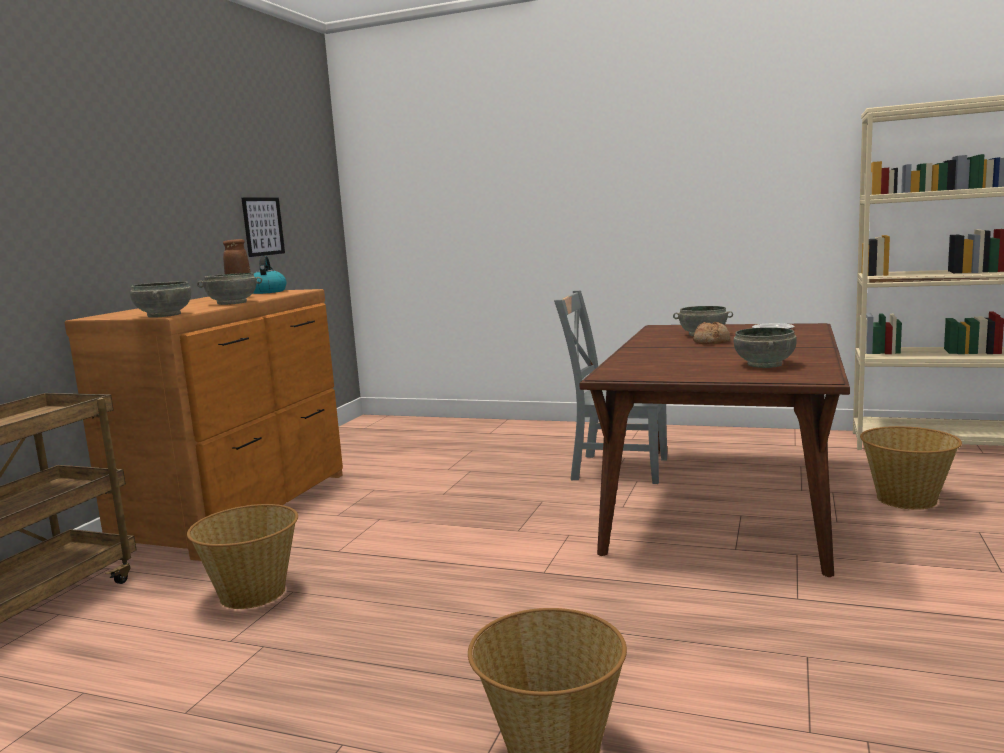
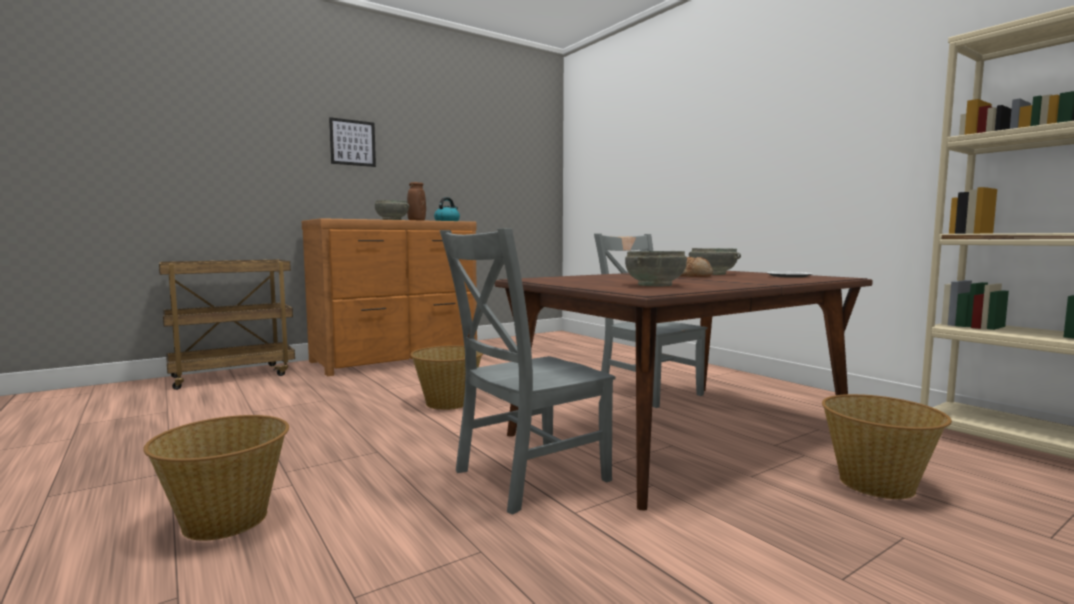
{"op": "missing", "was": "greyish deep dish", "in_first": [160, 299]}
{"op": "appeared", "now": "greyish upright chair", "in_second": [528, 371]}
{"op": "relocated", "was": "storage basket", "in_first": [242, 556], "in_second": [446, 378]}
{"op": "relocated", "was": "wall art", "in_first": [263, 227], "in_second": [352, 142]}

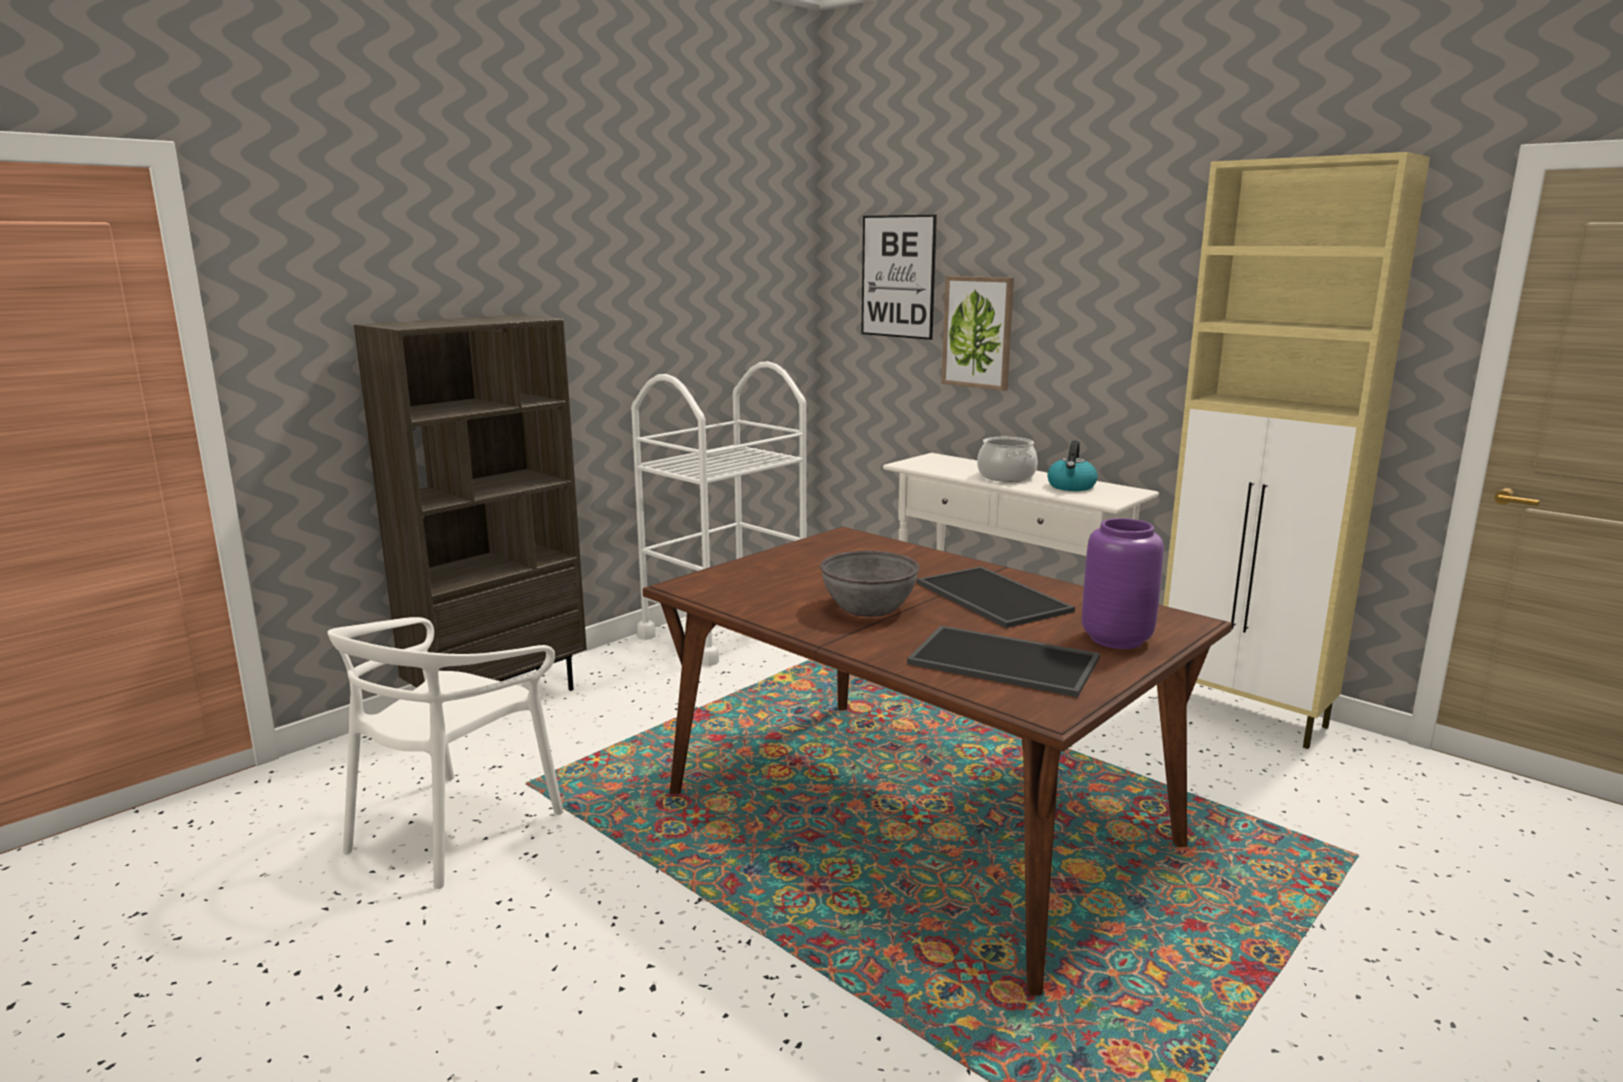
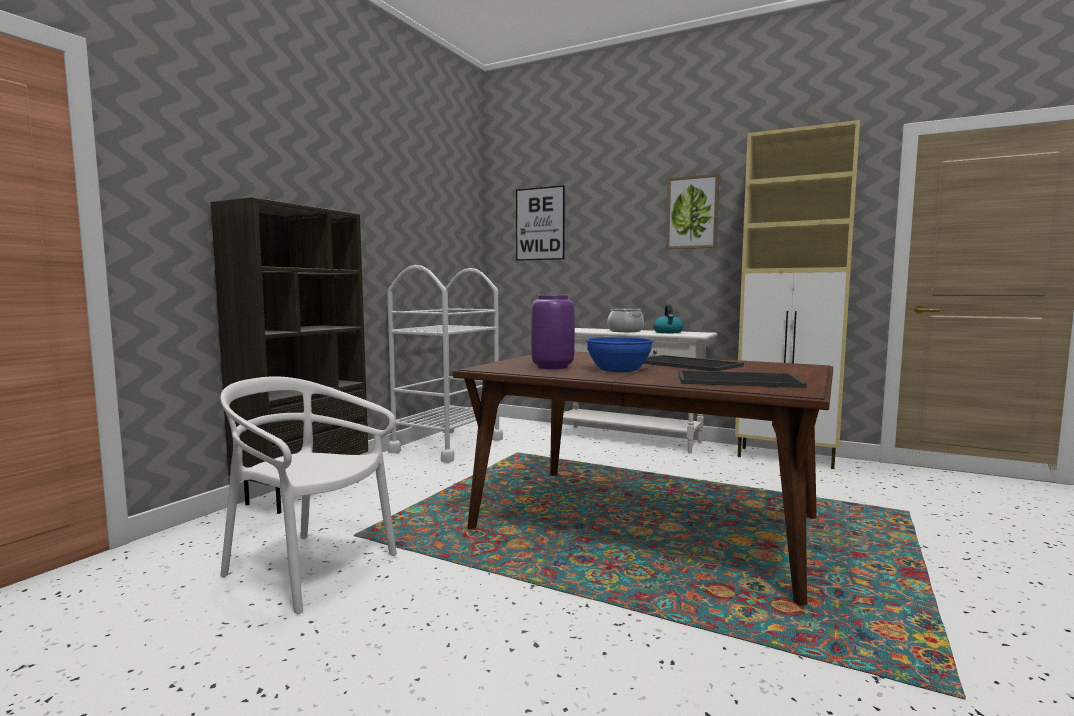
{"op": "relocated", "was": "wall art", "in_first": [978, 333], "in_second": [692, 211]}
{"op": "relocated", "was": "purplish decorative vase", "in_first": [1123, 583], "in_second": [553, 332]}
{"op": "colour", "was": "greyish deep dish", "now": "blue-coloured deep dish", "in_first": [870, 584], "in_second": [619, 354]}
{"op": "spun", "was": "white upright chair", "in_first": [446, 753], "in_second": [308, 495], "clockwise": 105}

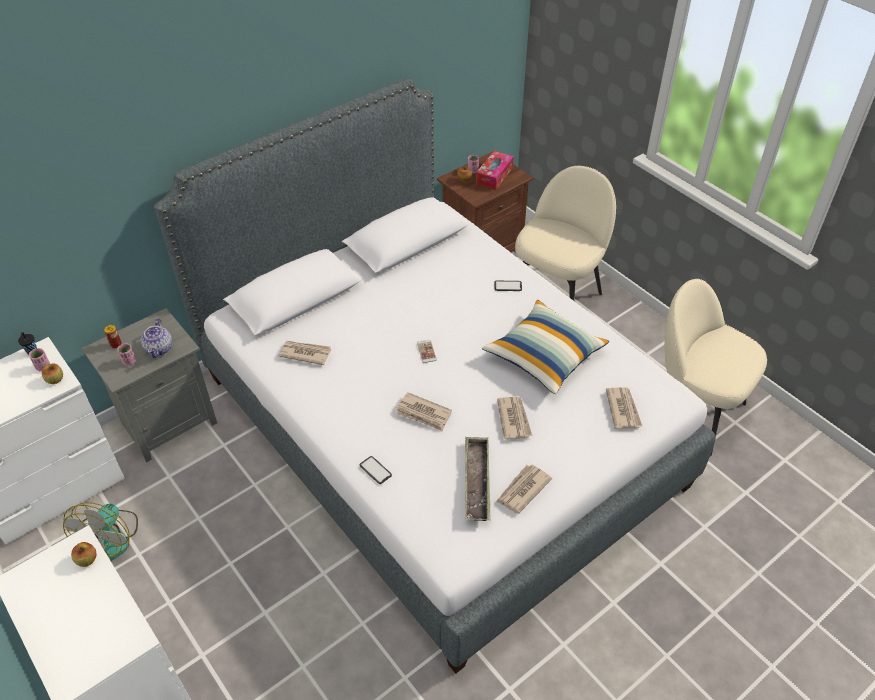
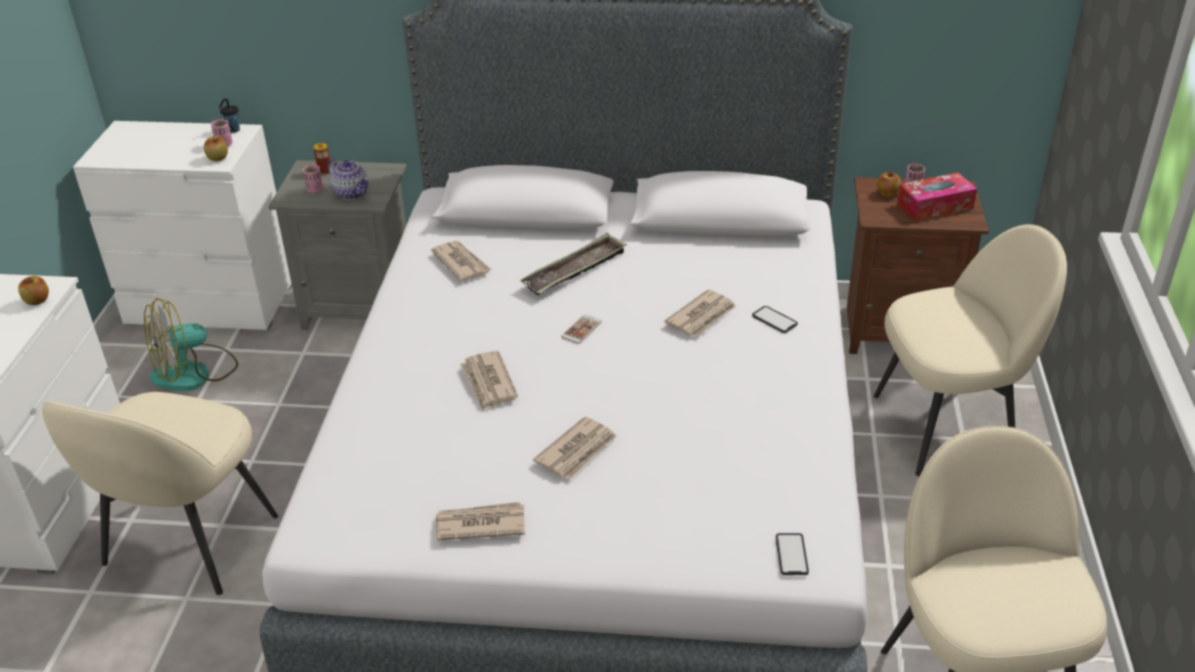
{"op": "missing", "was": "throw pillow", "in_first": [545, 347]}
{"op": "appeared", "now": "sand-coloured upright chair", "in_second": [160, 493]}
{"op": "relocated", "was": "telephone", "in_first": [376, 470], "in_second": [792, 554]}
{"op": "relocated", "was": "carrying tray", "in_first": [477, 479], "in_second": [573, 264]}
{"op": "relocated", "was": "daily paper", "in_first": [624, 408], "in_second": [700, 313]}
{"op": "spun", "was": "tea pot", "in_first": [156, 338], "in_second": [348, 179], "clockwise": -90}

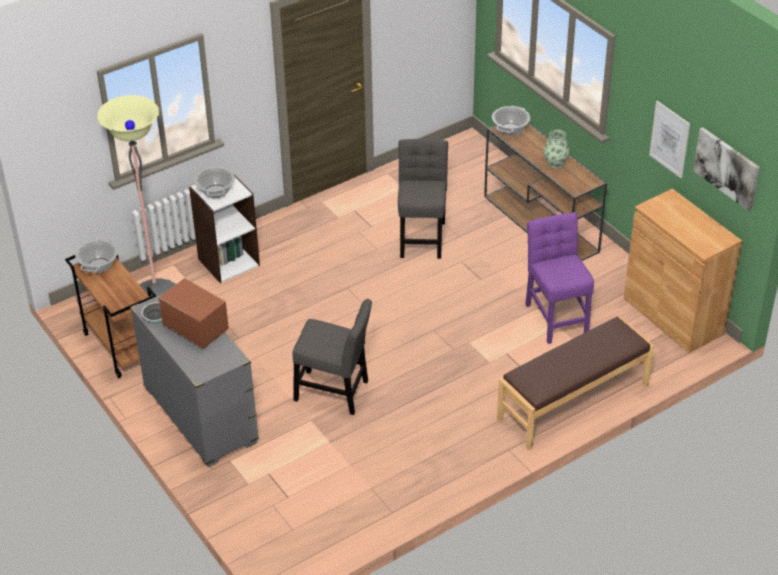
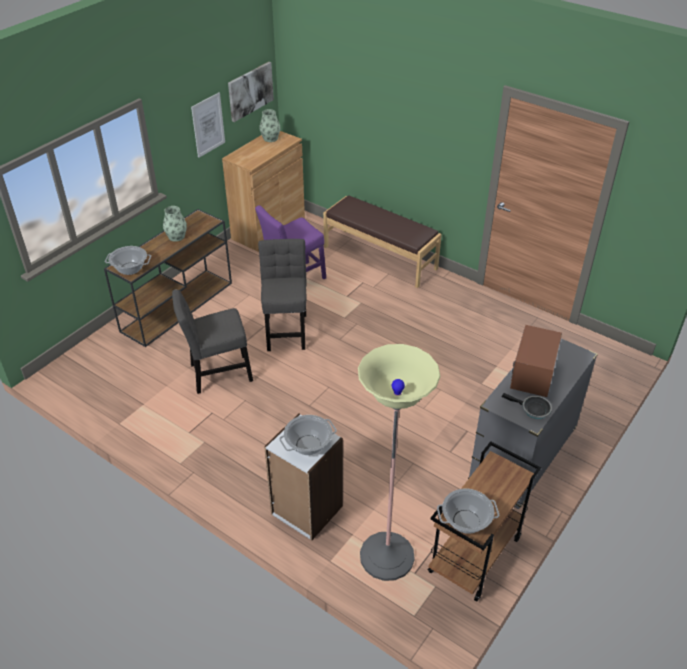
{"op": "appeared", "now": "decorative vase", "in_second": [269, 125]}
{"op": "relocated", "was": "greyish upright chair", "in_first": [332, 357], "in_second": [282, 295]}

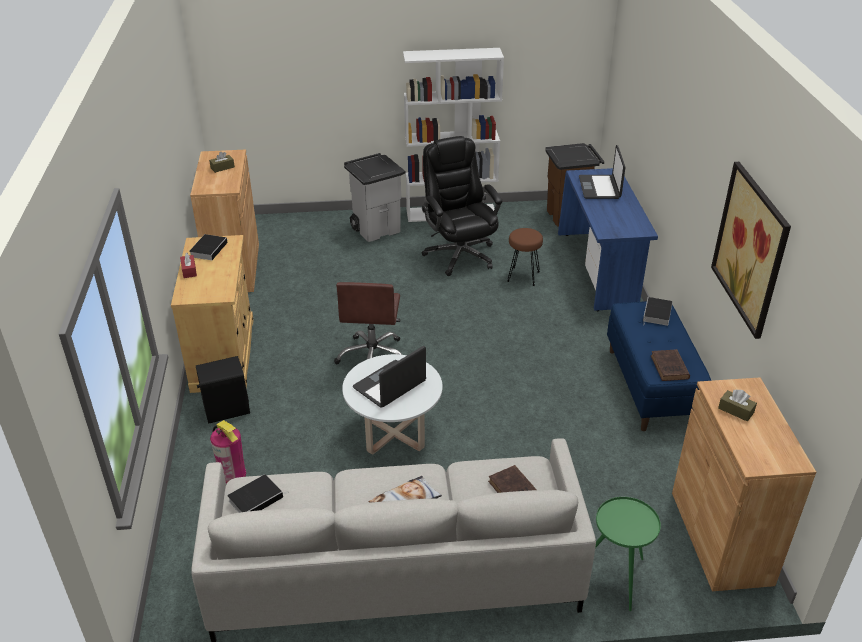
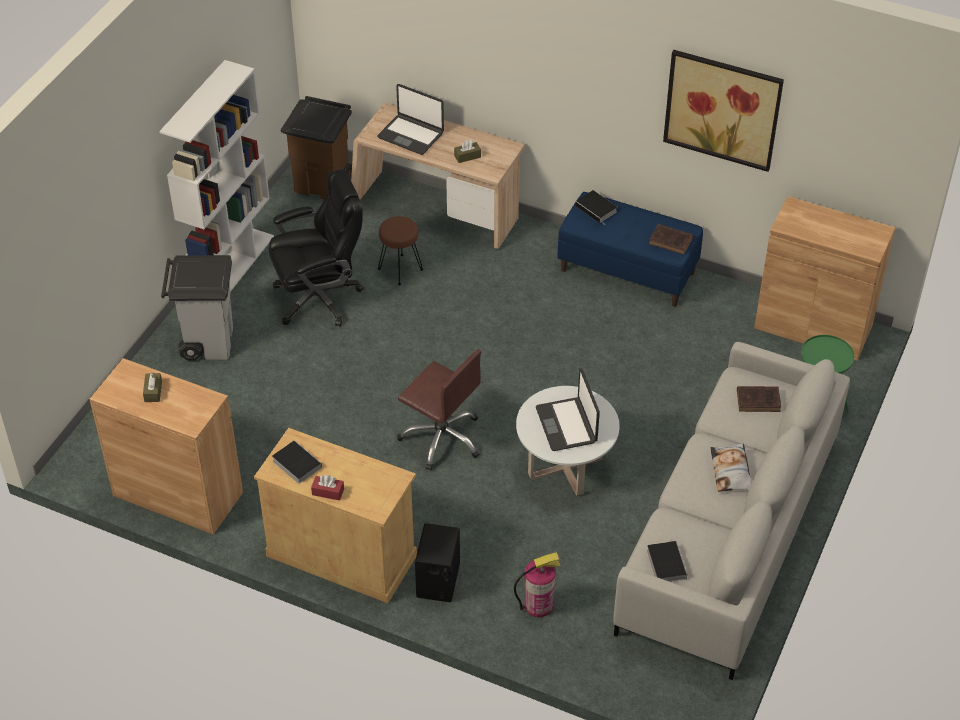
{"op": "relocated", "was": "brownish box of tissues", "in_first": [737, 405], "in_second": [467, 151]}
{"op": "colour", "was": "blue-coloured desk table", "now": "sand-coloured desk table", "in_first": [608, 239], "in_second": [438, 176]}
{"op": "spun", "was": "black-coloured computer chair", "in_first": [462, 206], "in_second": [316, 248], "clockwise": 150}

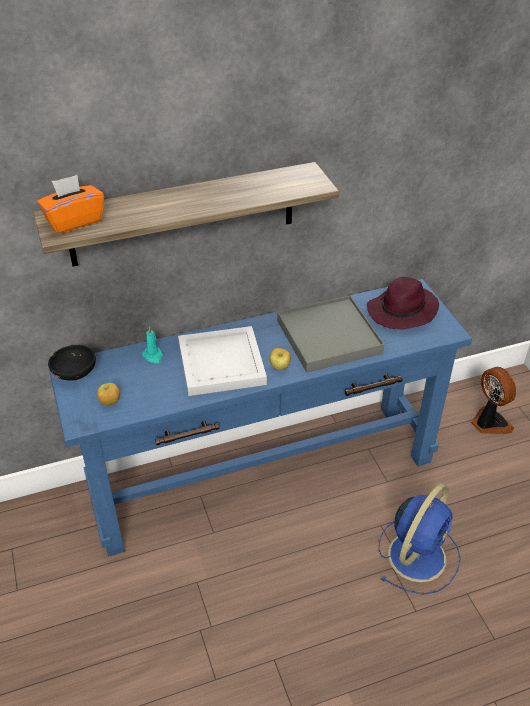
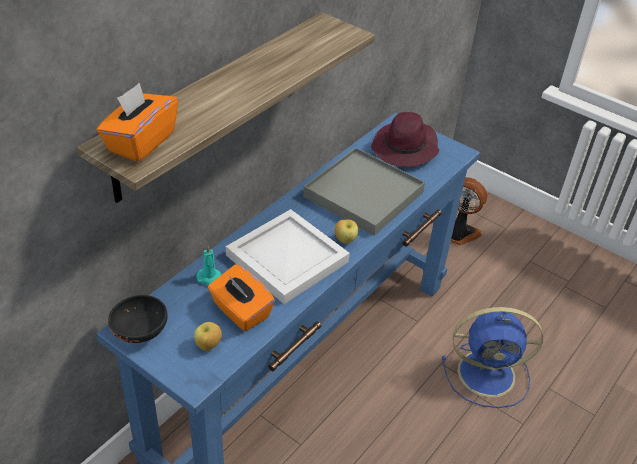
{"op": "appeared", "now": "orange box of tissues", "in_second": [241, 297]}
{"op": "spun", "was": "blue-coloured fan", "in_first": [420, 539], "in_second": [492, 357], "clockwise": 90}

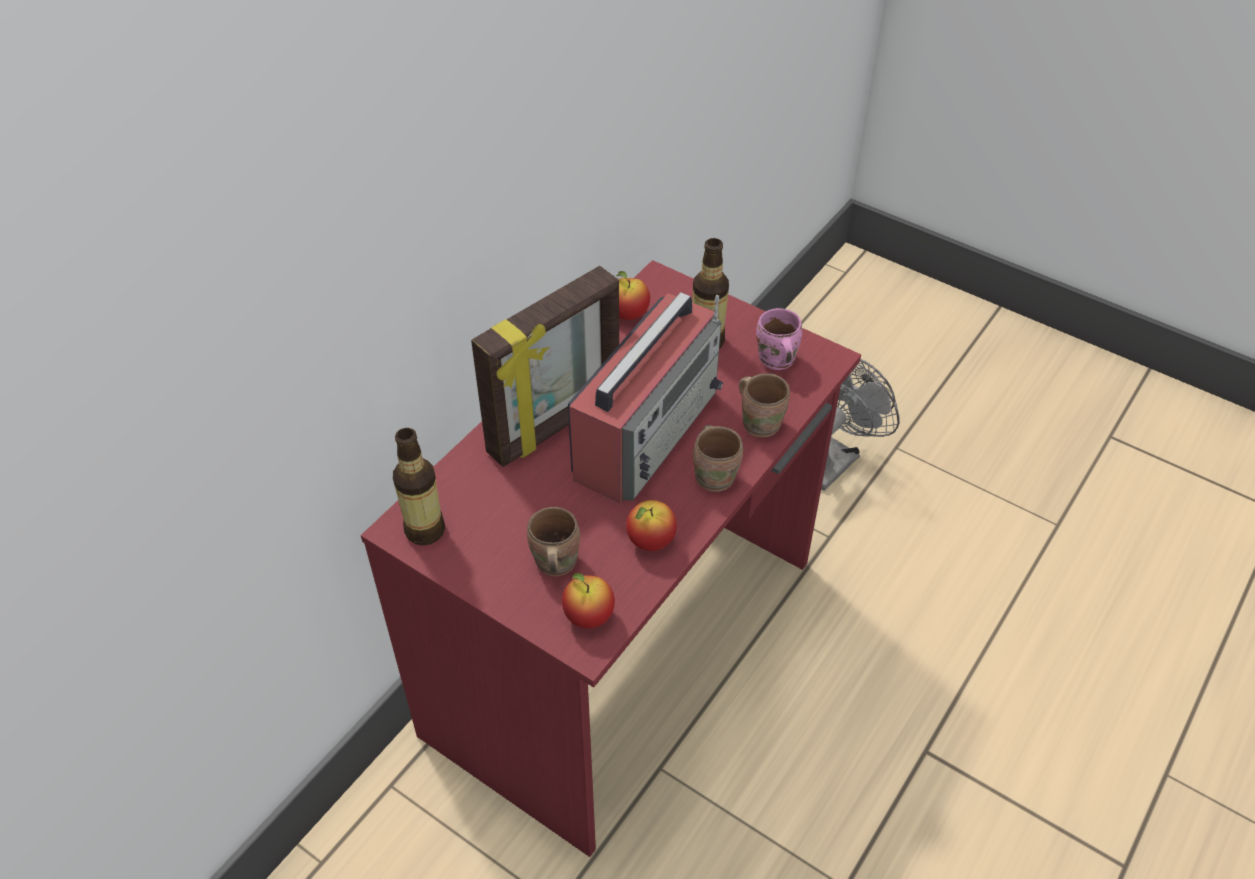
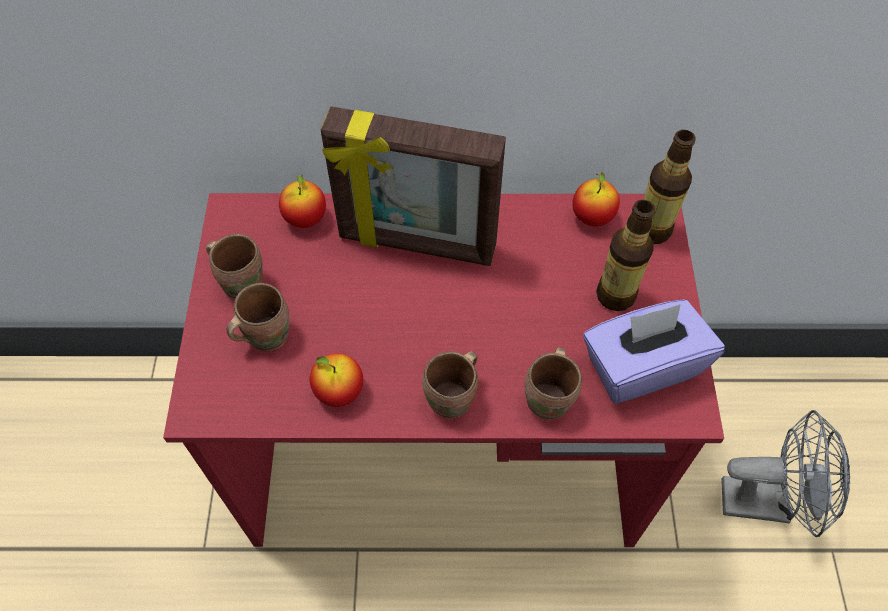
{"op": "missing", "was": "radio set", "in_first": [645, 398]}
{"op": "appeared", "now": "brownish coffee mug", "in_second": [234, 267]}
{"op": "relocated", "was": "beverage bottle", "in_first": [419, 487], "in_second": [669, 187]}
{"op": "relocated", "was": "apple", "in_first": [588, 601], "in_second": [302, 201]}
{"op": "exchanged", "was": "pink-coloured coffee mug", "now": "purplish box of tissues", "in_first": [779, 339], "in_second": [654, 351]}

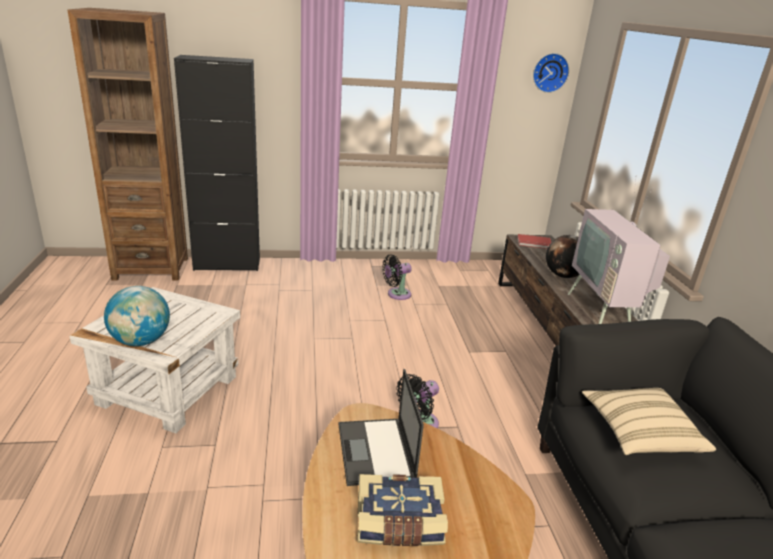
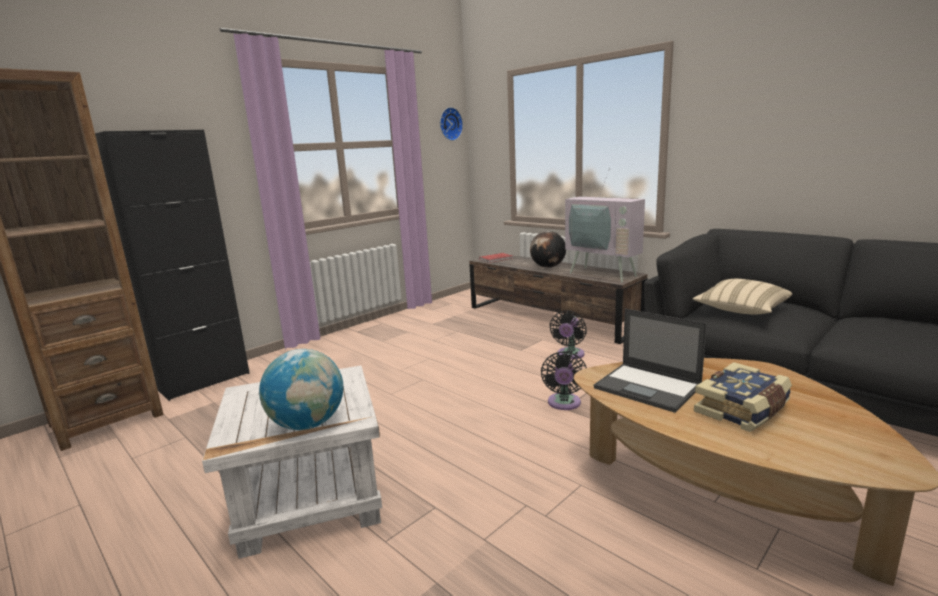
{"op": "relocated", "was": "black-coloured fan", "in_first": [397, 277], "in_second": [568, 335]}

